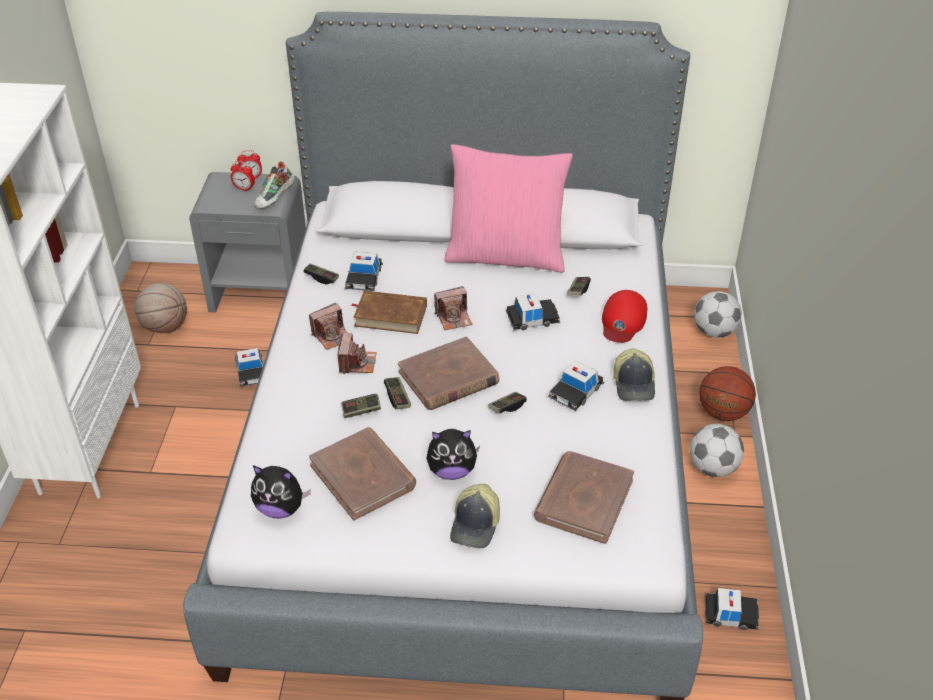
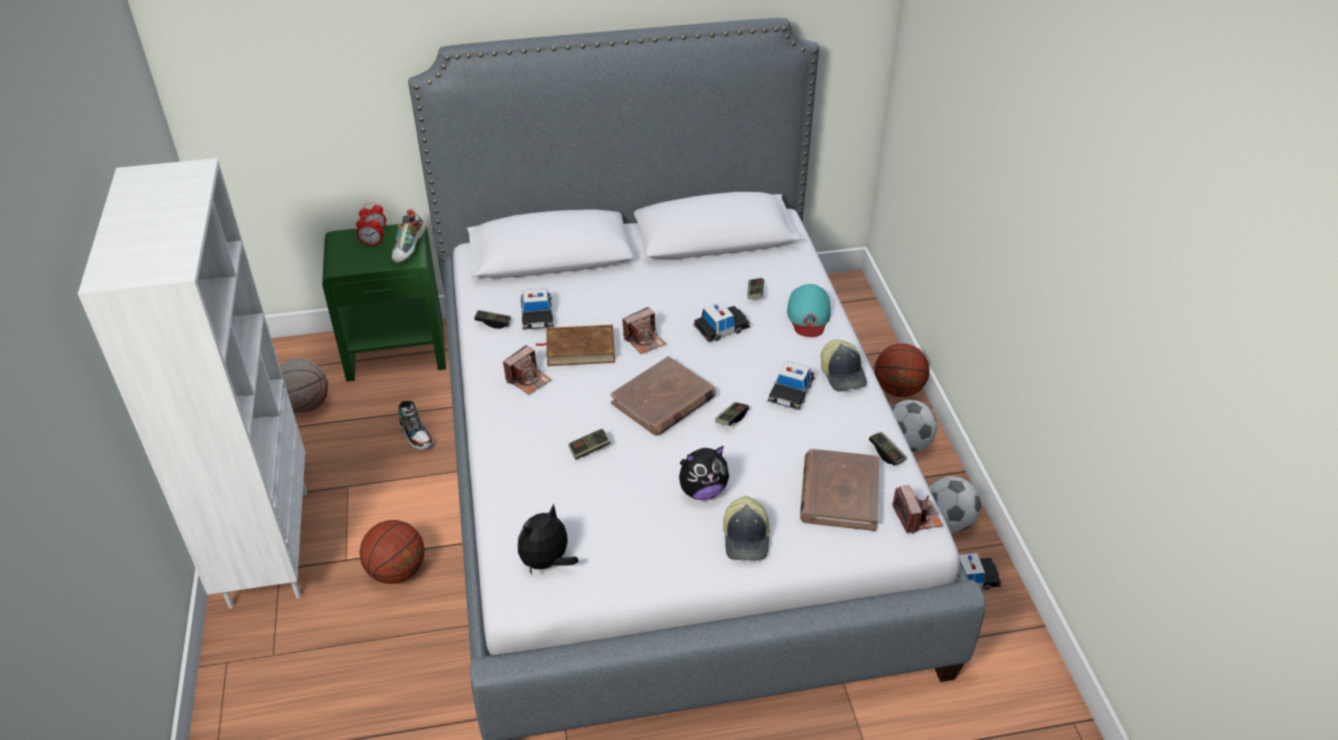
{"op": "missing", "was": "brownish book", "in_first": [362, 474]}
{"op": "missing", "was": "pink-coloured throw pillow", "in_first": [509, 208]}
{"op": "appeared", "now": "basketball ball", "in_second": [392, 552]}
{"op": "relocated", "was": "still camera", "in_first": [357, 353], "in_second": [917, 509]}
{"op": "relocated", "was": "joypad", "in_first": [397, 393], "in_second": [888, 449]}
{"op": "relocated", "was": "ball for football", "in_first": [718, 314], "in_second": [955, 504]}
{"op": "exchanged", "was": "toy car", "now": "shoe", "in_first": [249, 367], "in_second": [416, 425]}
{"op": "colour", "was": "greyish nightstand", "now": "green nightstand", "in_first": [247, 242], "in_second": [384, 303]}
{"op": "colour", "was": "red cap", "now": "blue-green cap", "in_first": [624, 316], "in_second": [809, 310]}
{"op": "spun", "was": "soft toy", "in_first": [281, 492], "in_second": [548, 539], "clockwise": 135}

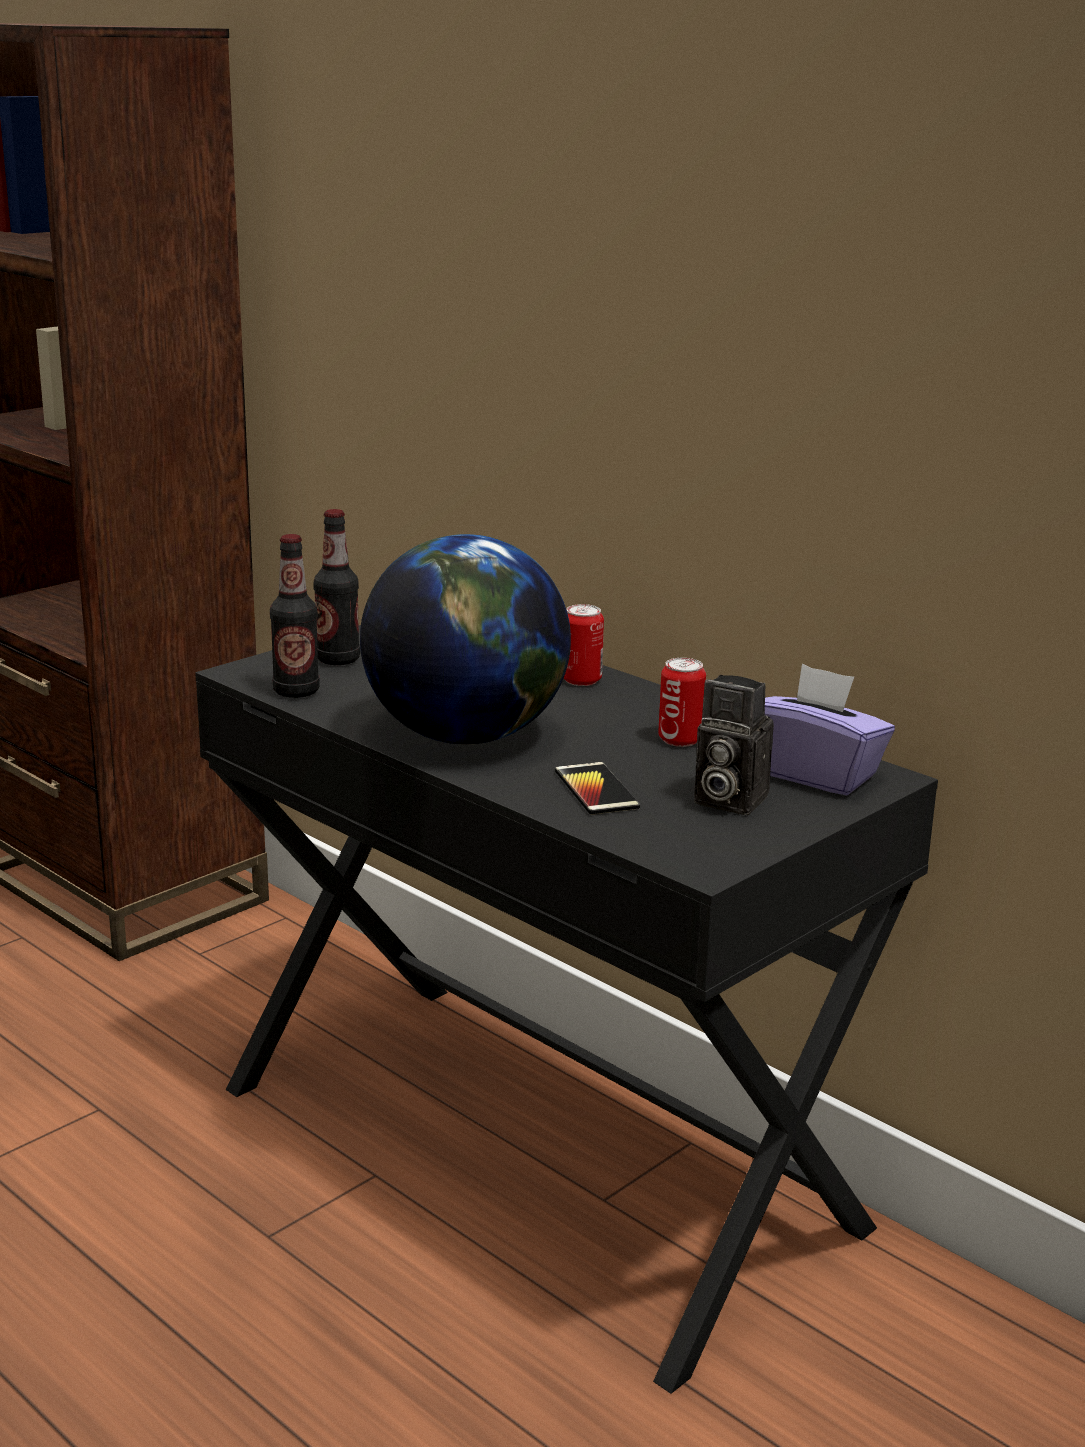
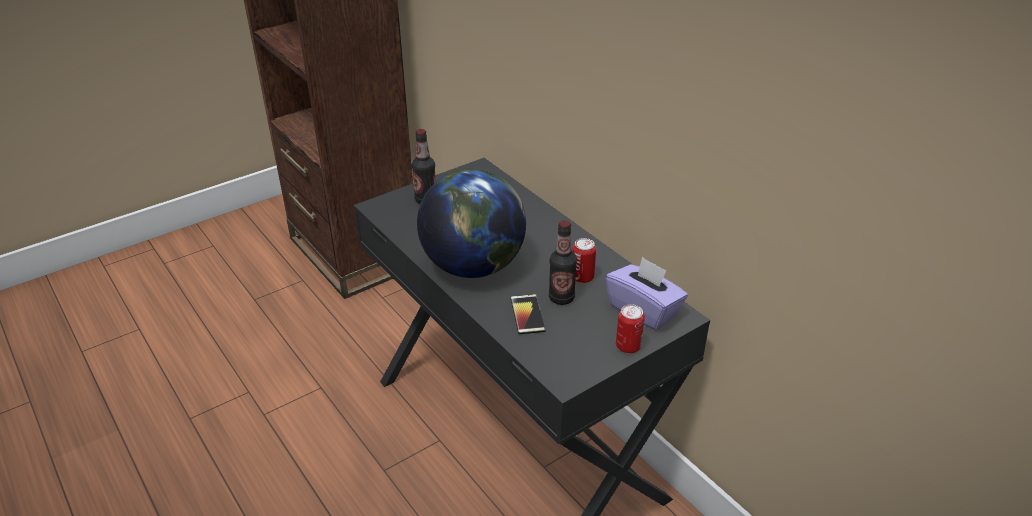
{"op": "missing", "was": "still camera", "in_first": [734, 745]}
{"op": "relocated", "was": "beverage bottle", "in_first": [295, 616], "in_second": [563, 262]}
{"op": "relocated", "was": "metal can", "in_first": [584, 645], "in_second": [630, 329]}

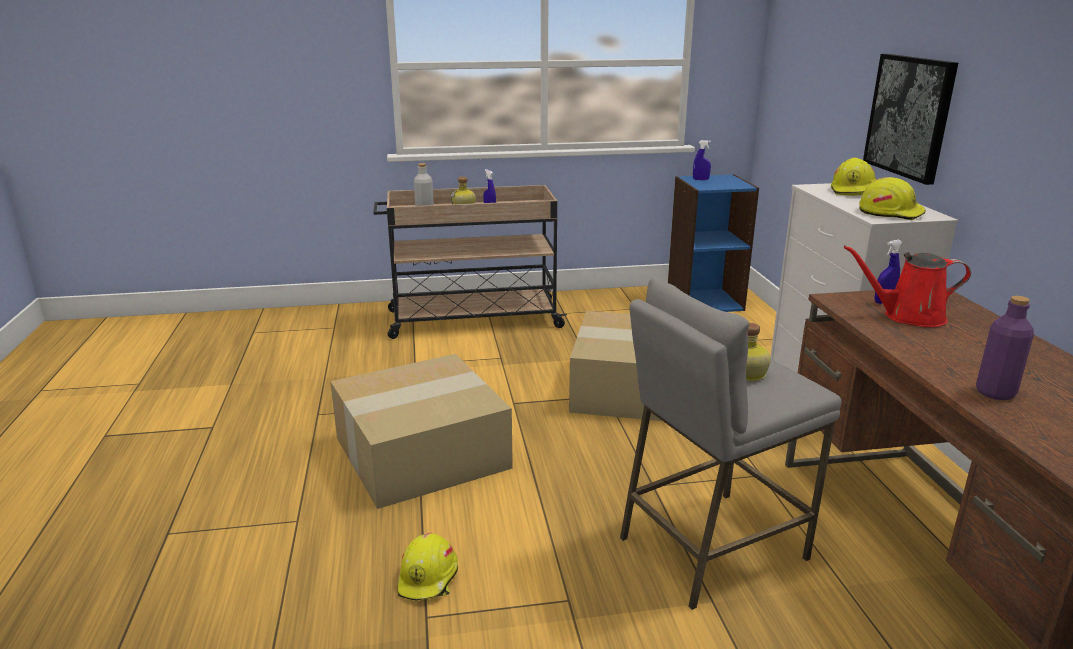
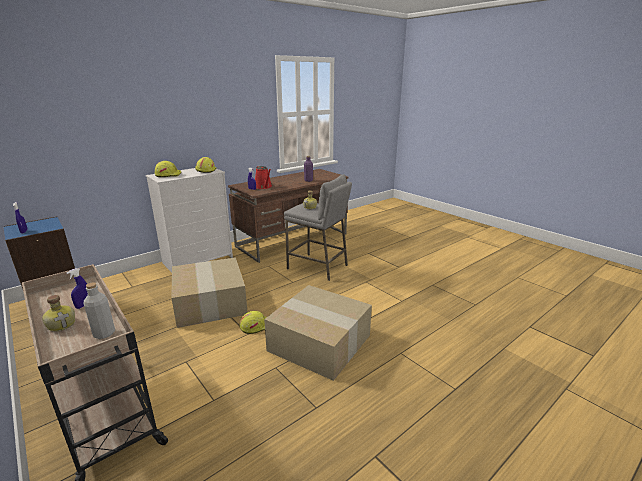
{"op": "missing", "was": "wall art", "in_first": [910, 119]}
{"op": "relocated", "was": "yellow work helmet", "in_first": [427, 567], "in_second": [253, 322]}

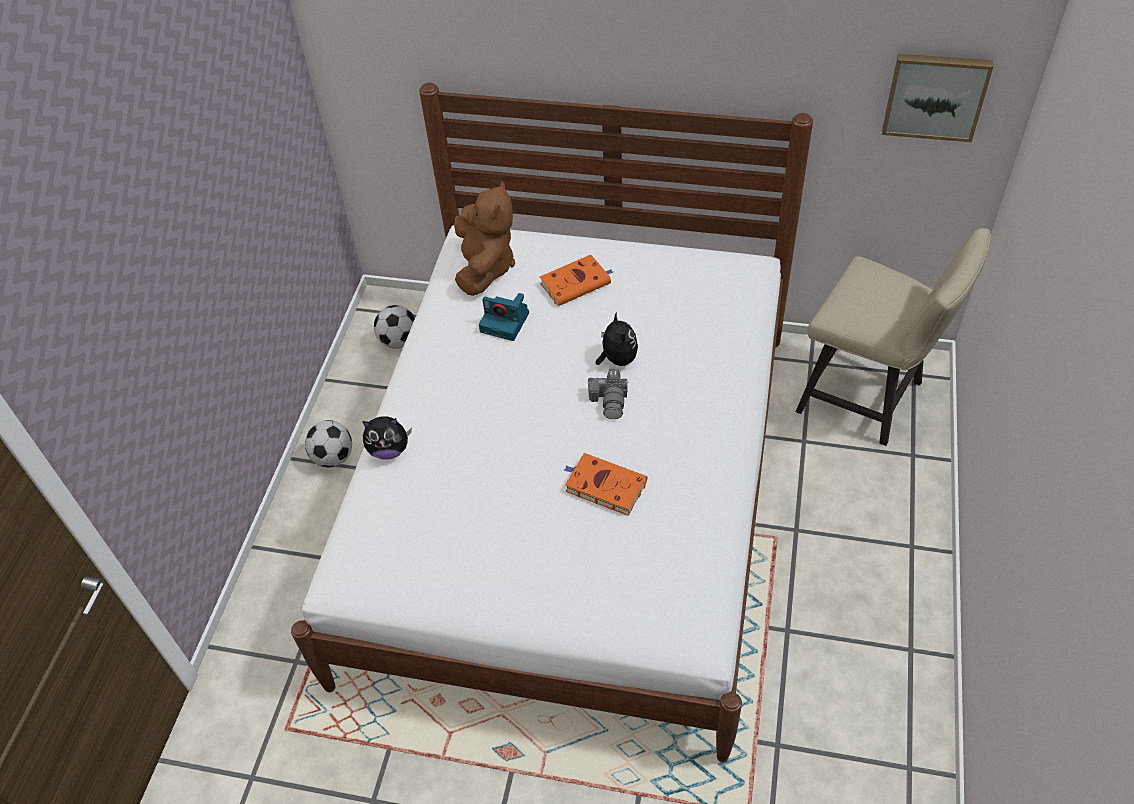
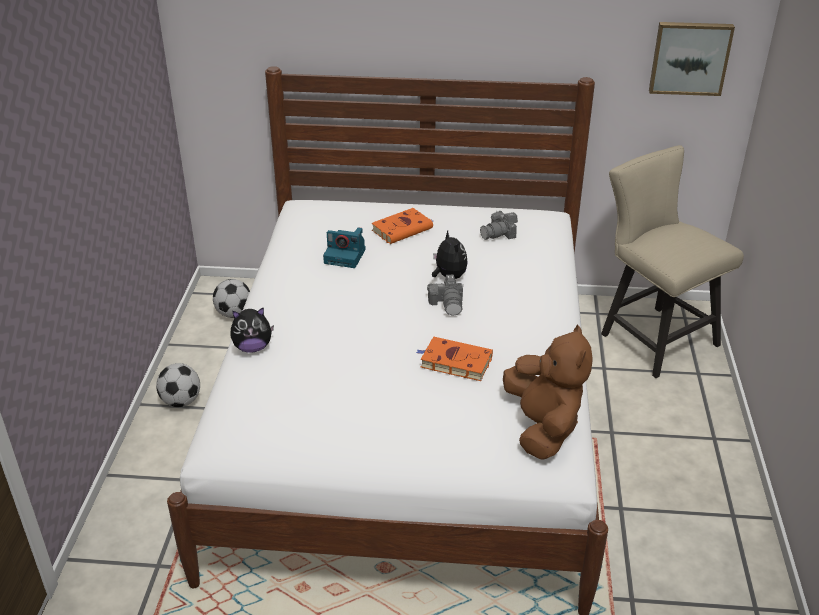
{"op": "appeared", "now": "still camera", "in_second": [499, 225]}
{"op": "relocated", "was": "brownish soft toy", "in_first": [484, 238], "in_second": [548, 392]}
{"op": "spun", "was": "sand-coloured upright chair", "in_first": [893, 337], "in_second": [672, 261], "clockwise": -150}

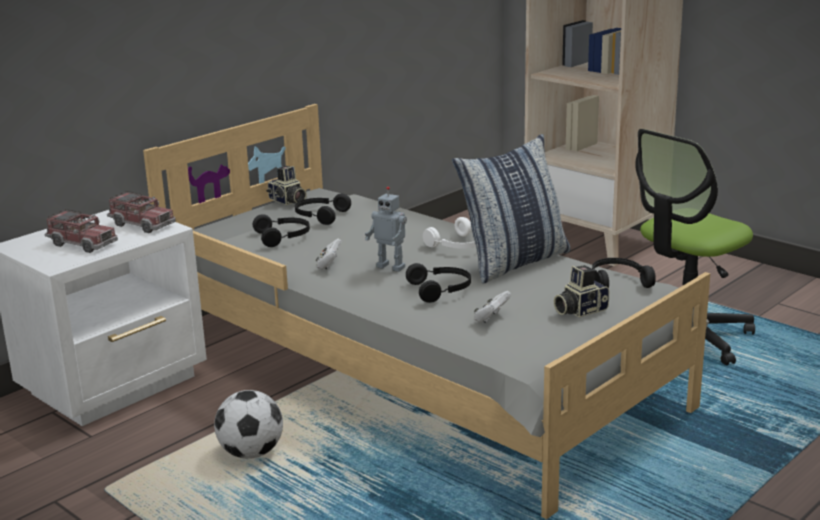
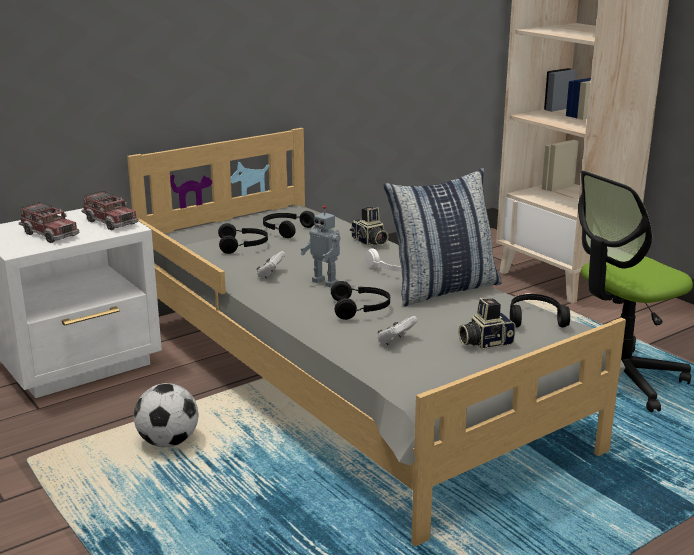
{"op": "relocated", "was": "still camera", "in_first": [286, 185], "in_second": [369, 226]}

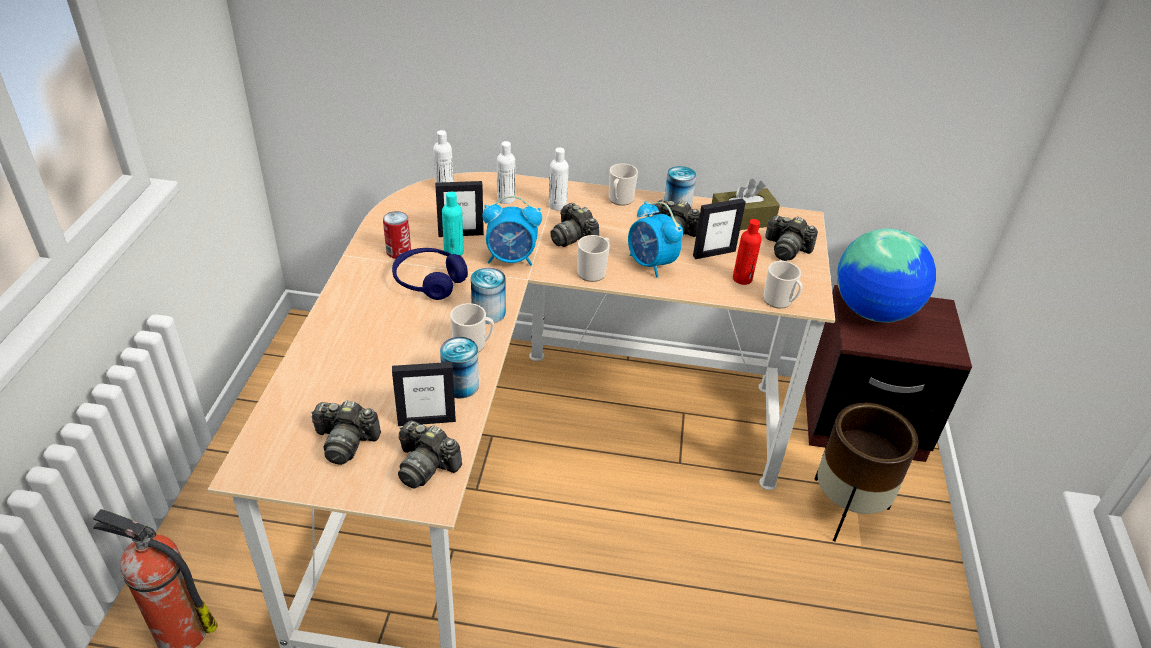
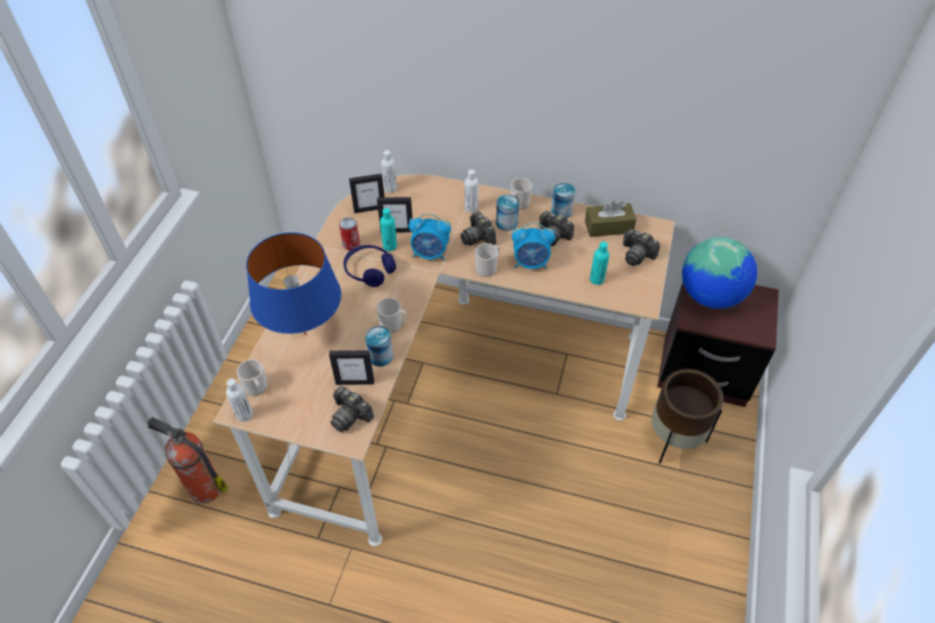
{"op": "missing", "was": "still camera", "in_first": [346, 433]}
{"op": "appeared", "now": "blue-coloured lamp for a table", "in_second": [293, 283]}
{"op": "relocated", "was": "metal can", "in_first": [488, 295], "in_second": [507, 212]}
{"op": "relocated", "was": "white beverage bottle", "in_first": [506, 172], "in_second": [239, 400]}
{"op": "relocated", "was": "standing frame", "in_first": [719, 228], "in_second": [367, 193]}
{"op": "relocated", "was": "coffee mug", "in_first": [783, 285], "in_second": [252, 377]}
{"op": "colour", "was": "red beverage bottle", "now": "blue-green beverage bottle", "in_first": [747, 252], "in_second": [599, 263]}
{"op": "spun", "was": "alarm clock", "in_first": [655, 239], "in_second": [533, 245], "clockwise": -60}

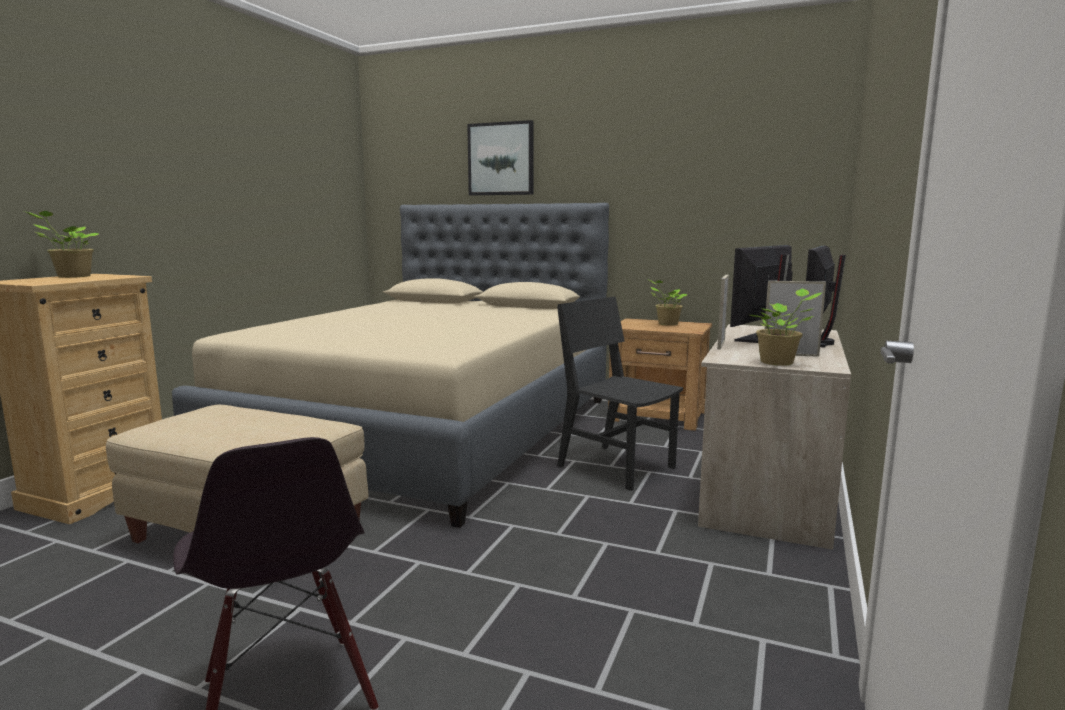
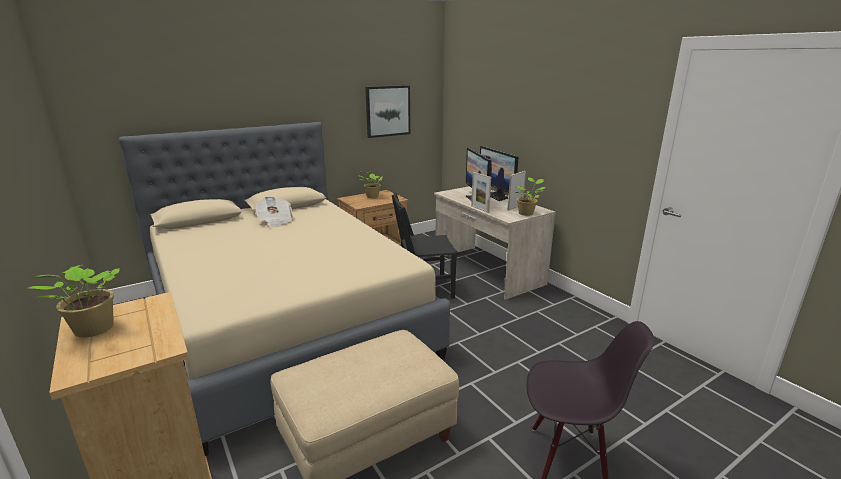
{"op": "appeared", "now": "daily paper", "in_second": [274, 212]}
{"op": "relocated", "was": "wall art", "in_first": [500, 157], "in_second": [387, 111]}

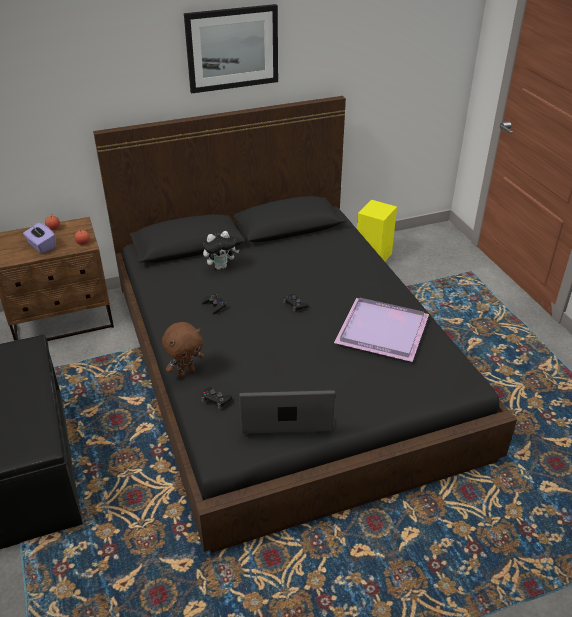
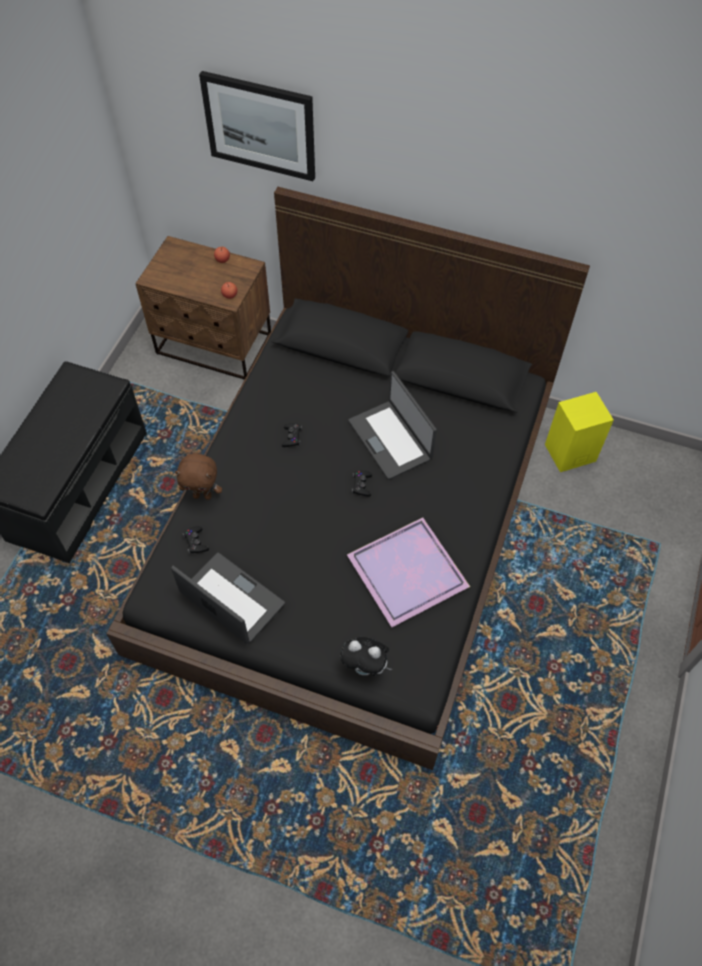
{"op": "missing", "was": "purplish box of tissues", "in_first": [39, 238]}
{"op": "appeared", "now": "laptop", "in_second": [392, 425]}
{"op": "relocated", "was": "wall art", "in_first": [231, 48], "in_second": [257, 126]}
{"op": "relocated", "was": "soft toy", "in_first": [221, 250], "in_second": [366, 656]}

